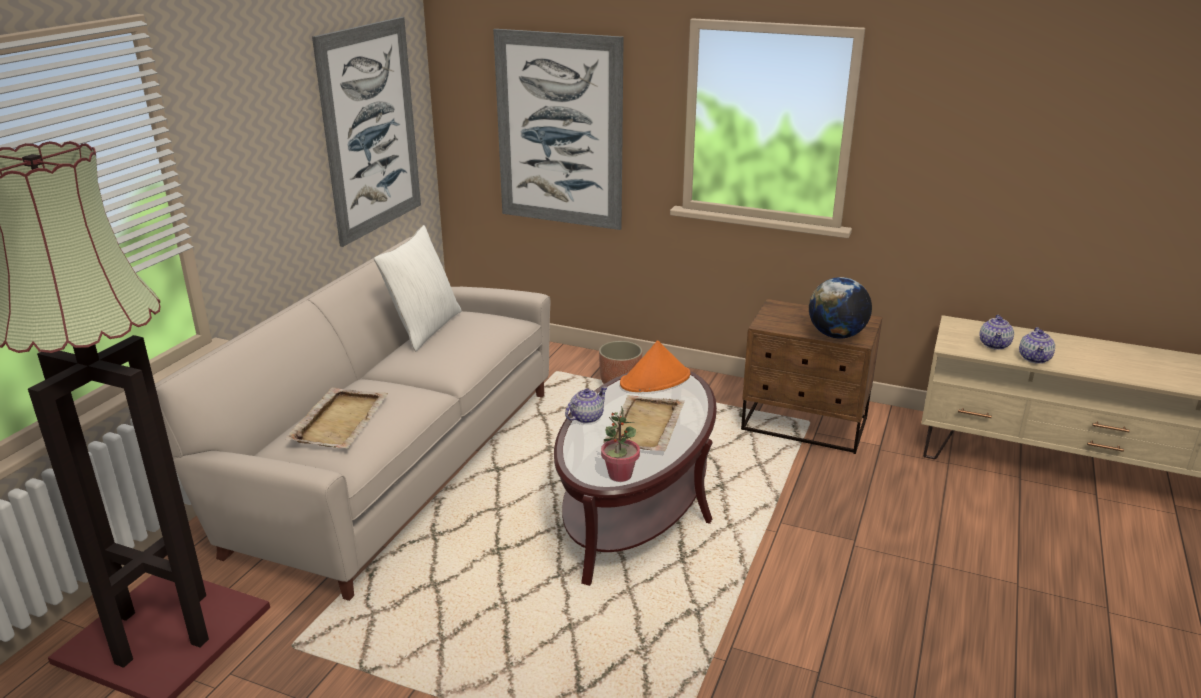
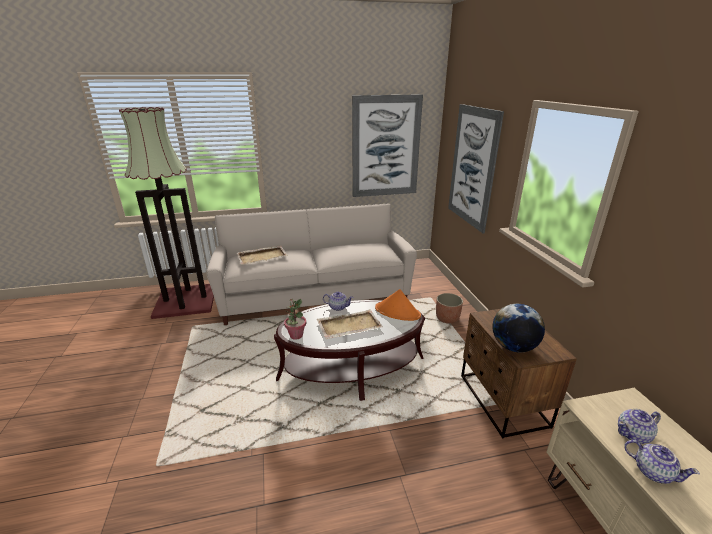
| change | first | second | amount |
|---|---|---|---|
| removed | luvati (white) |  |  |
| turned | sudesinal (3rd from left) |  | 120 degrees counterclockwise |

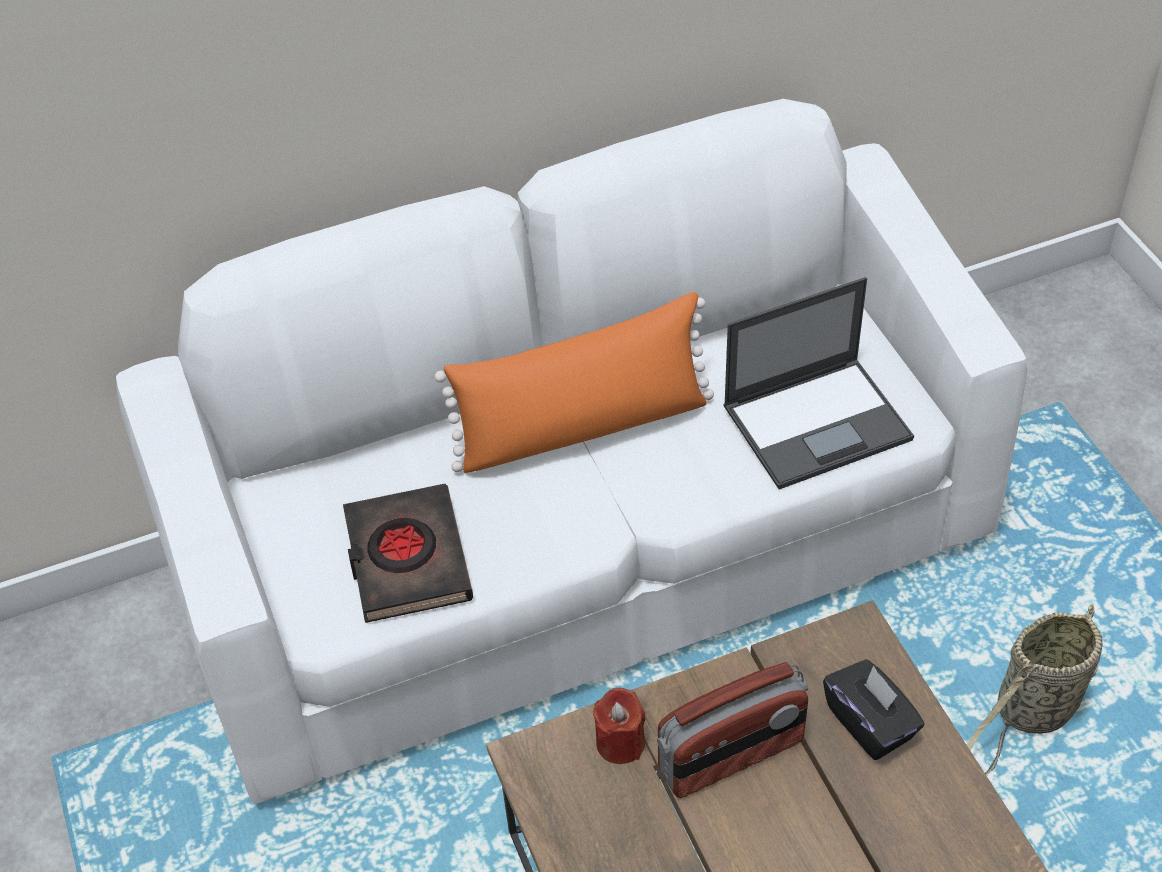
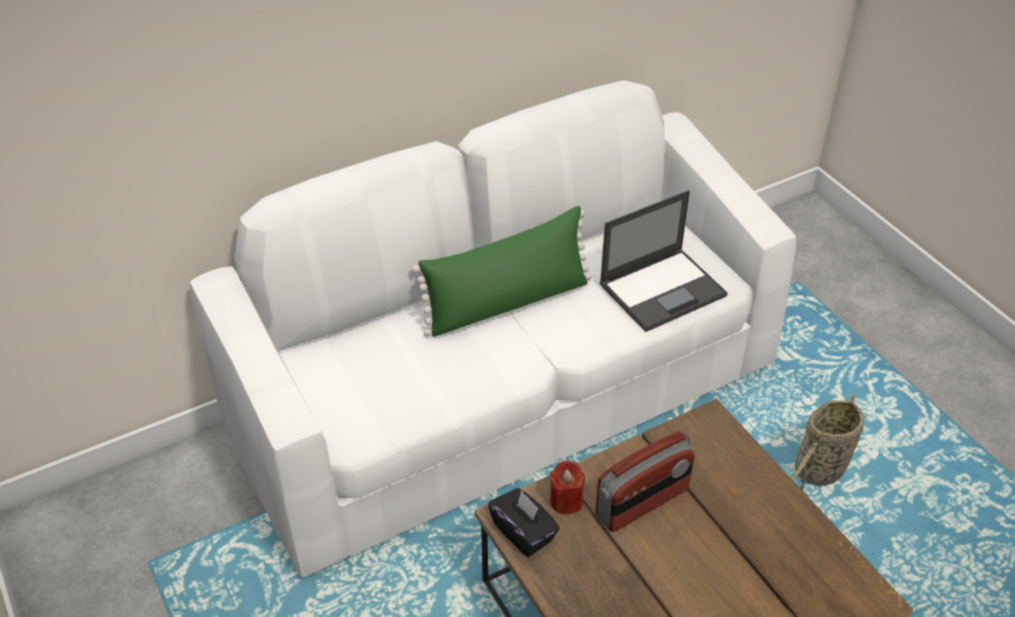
| change | first | second | amount |
|---|---|---|---|
| recoloured | luvati (orange) | luvati (green) |  |
| removed | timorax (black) |  |  |
| moved | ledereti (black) |  |  |

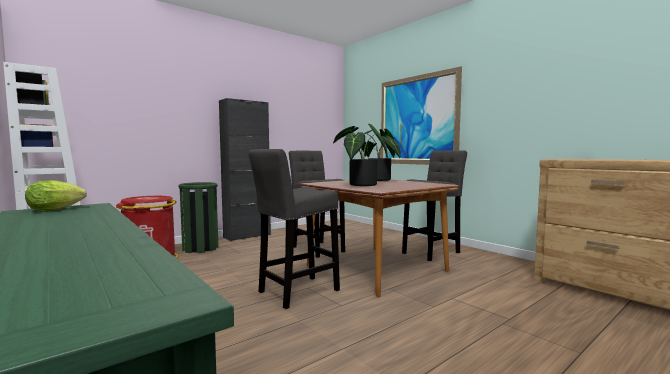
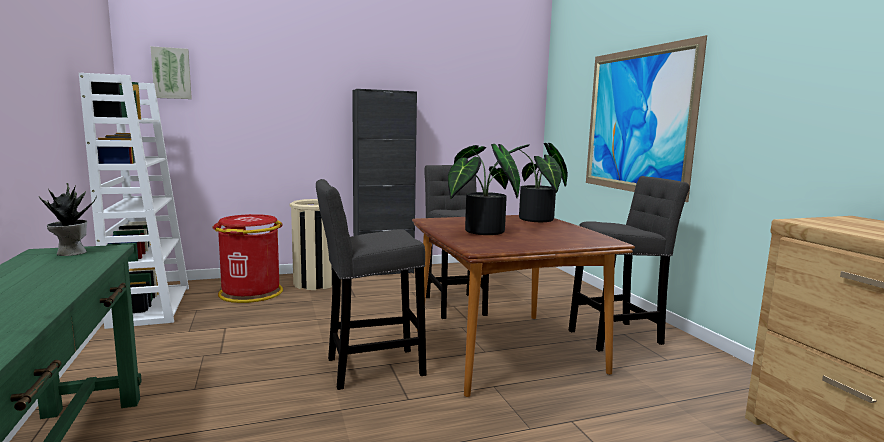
| change | first | second | amount |
|---|---|---|---|
| replaced | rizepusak | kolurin (1st from left) |  |
| recoloured | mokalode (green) | mokalode (beige) |  |
| added |  | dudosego (1st from left) |  |

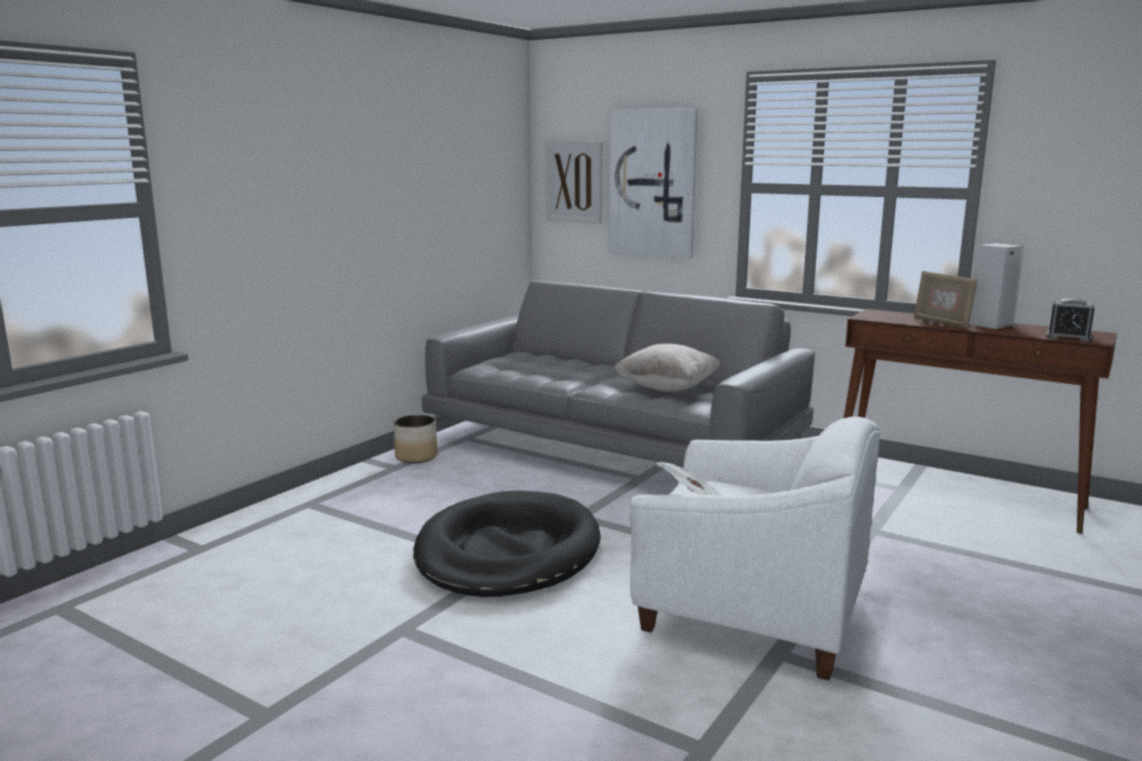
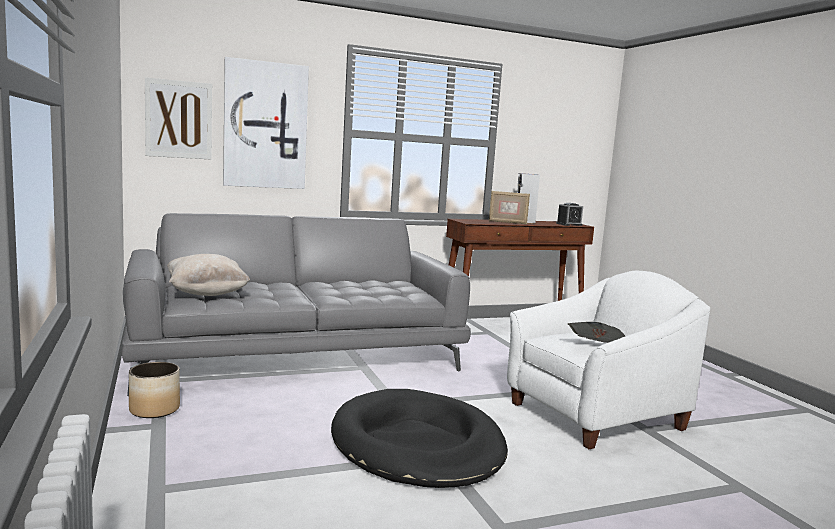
| change | first | second | amount |
|---|---|---|---|
| moved | luvati (beige) |  |  |

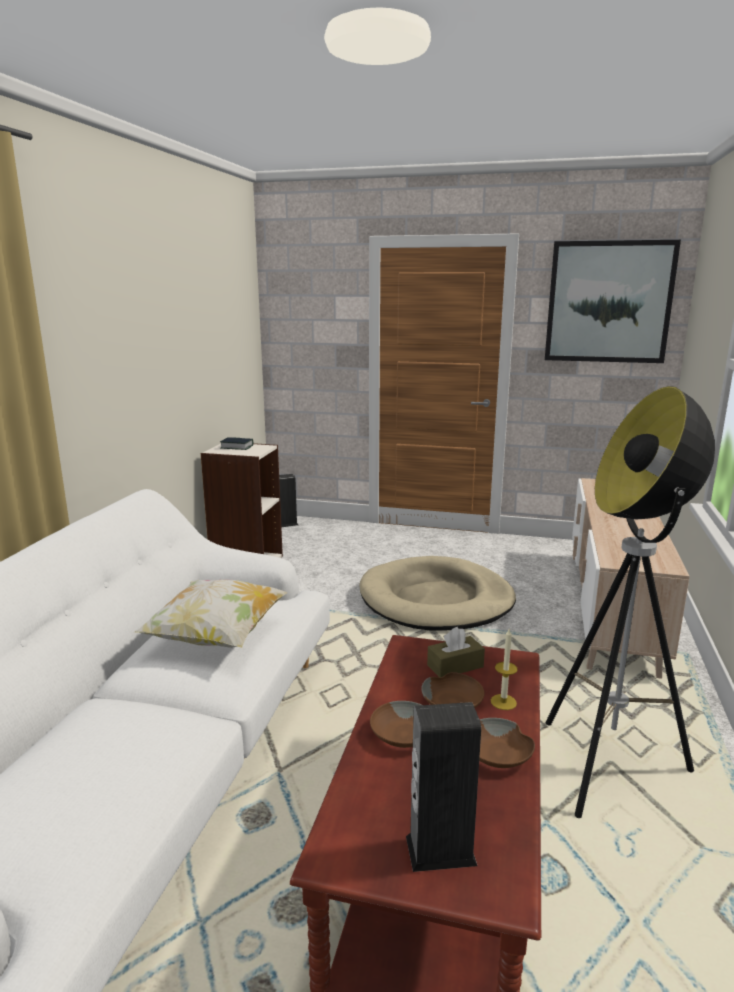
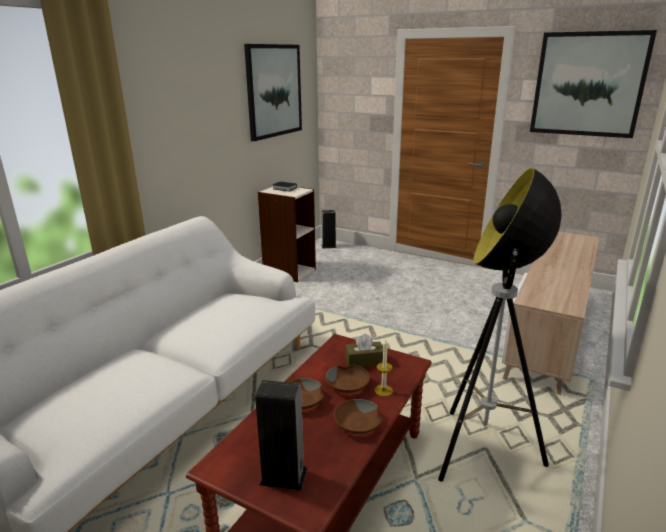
| change | first | second | amount |
|---|---|---|---|
| removed | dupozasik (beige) |  |  |
| removed | luvati |  |  |
| added |  | dudosego (1st from left) |  |

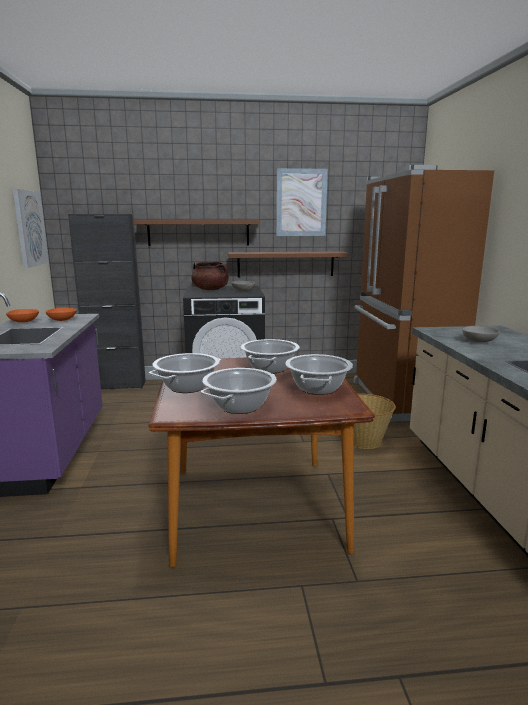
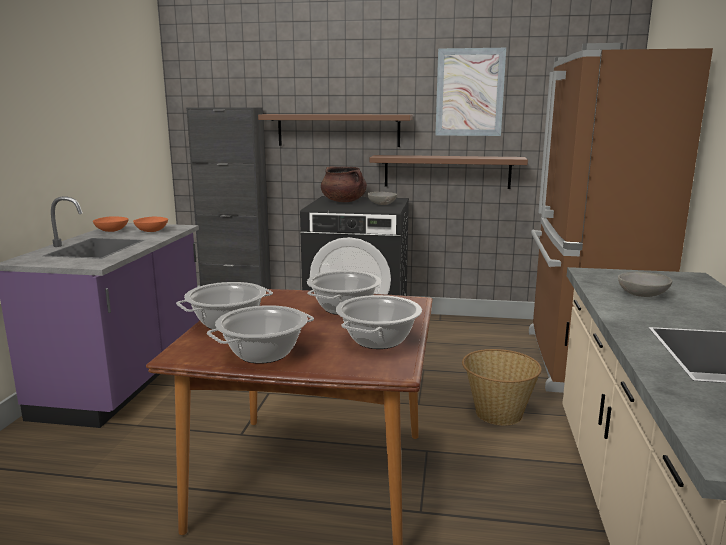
| change | first | second | amount |
|---|---|---|---|
| removed | dudosego (1st from left) |  |  |

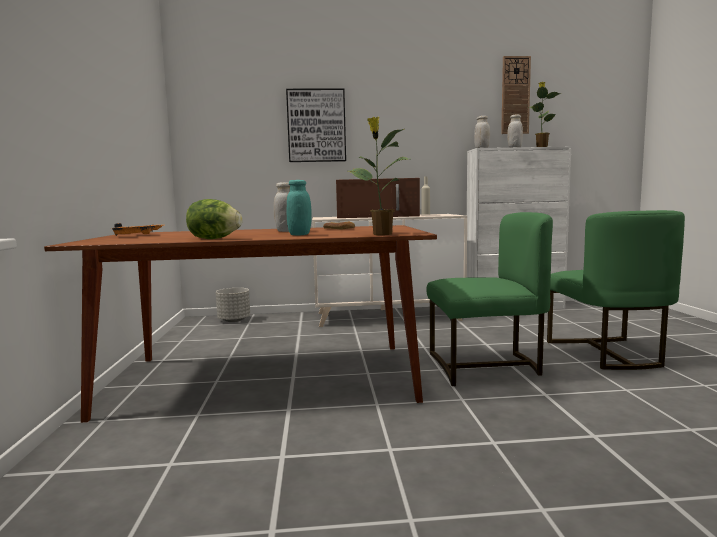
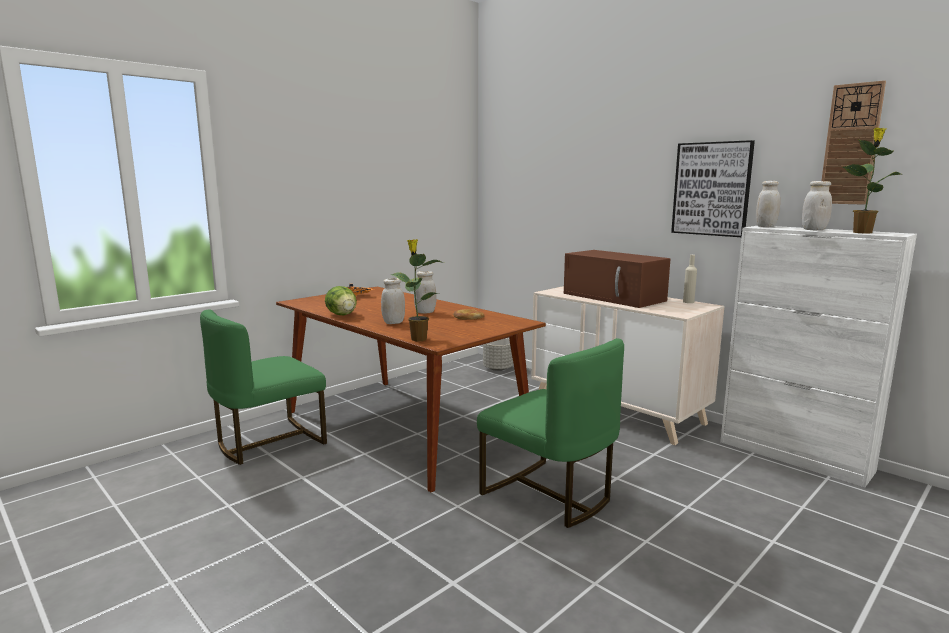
| change | first | second | amount |
|---|---|---|---|
| moved | dudosego |  |  |
| recoloured | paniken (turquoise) | paniken (white) (1st from left) |  |
| moved | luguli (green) (2nd from left in the first image) | luguli (green) (1st from left) |  |

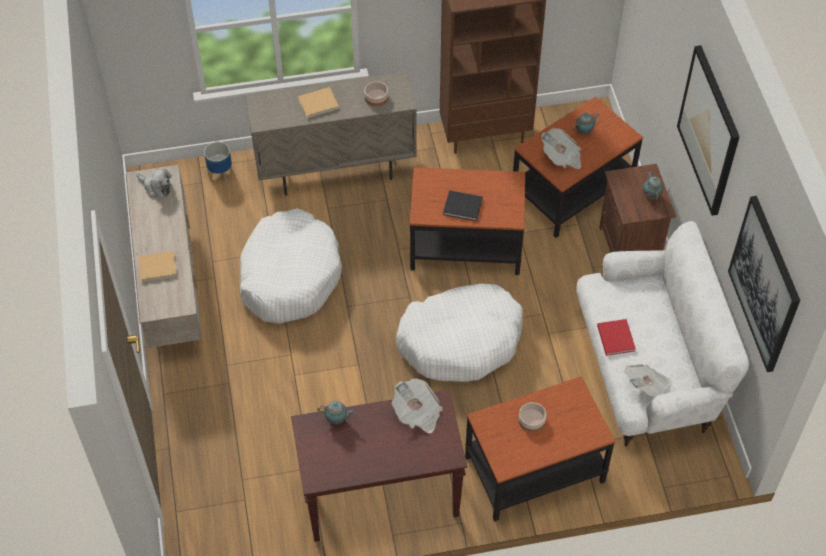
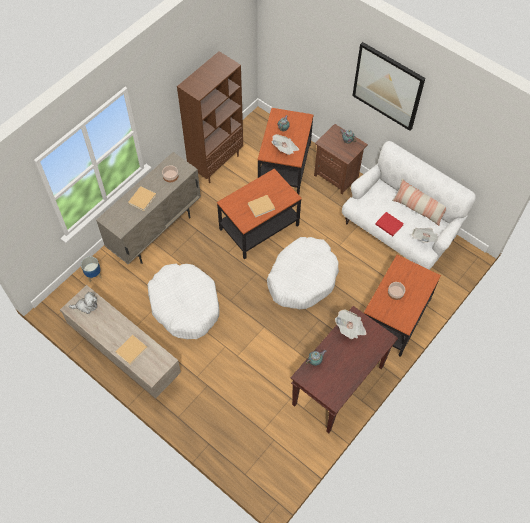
| change | first | second | amount |
|---|---|---|---|
| recoloured | timorax (black) | timorax (beige) (3rd from left) |  |
| removed | dudosego (2nd from left) |  |  |
| added |  | luvati |  |

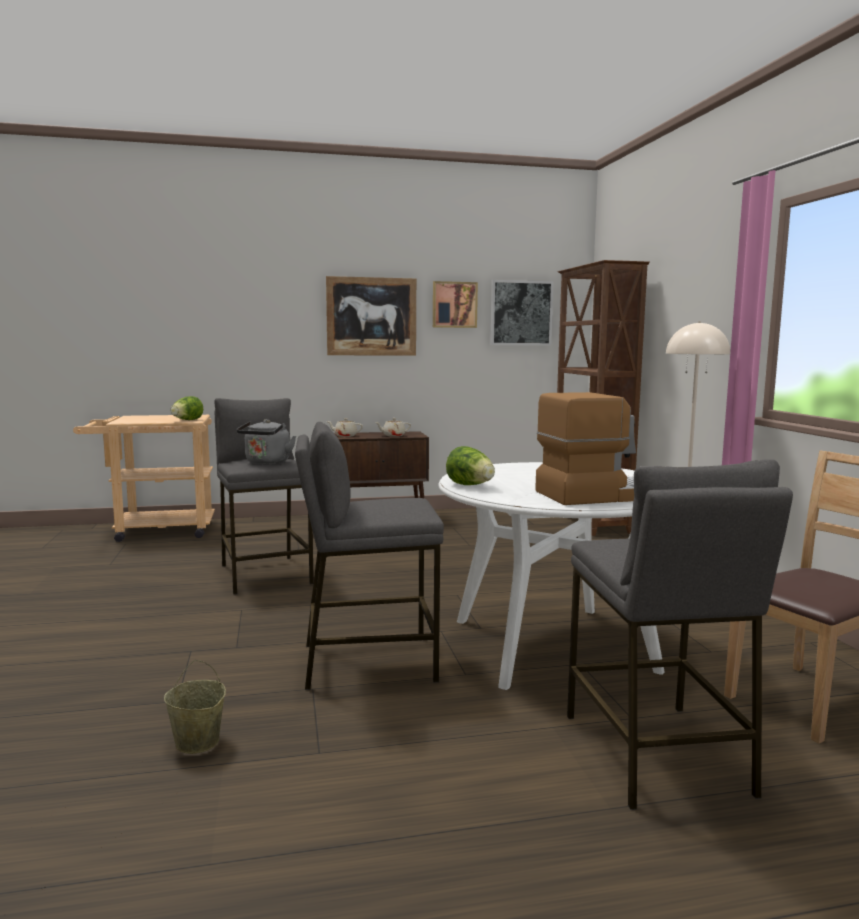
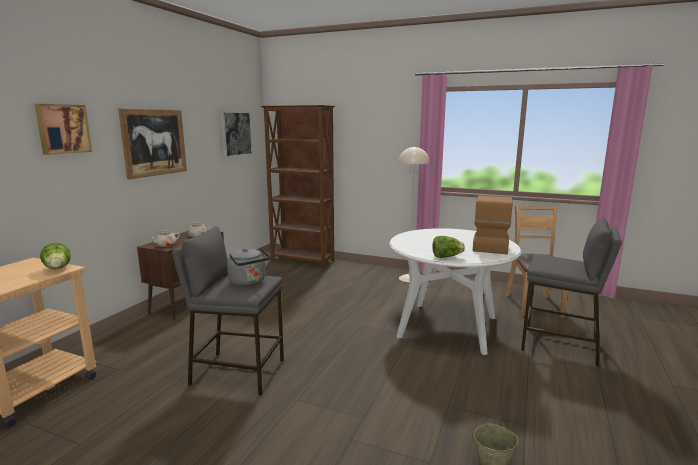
| change | first | second | amount |
|---|---|---|---|
| moved | dudosego (2nd from left in the first image) | dudosego (1st from left) |  |
| removed | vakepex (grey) (2nd from left) |  |  |

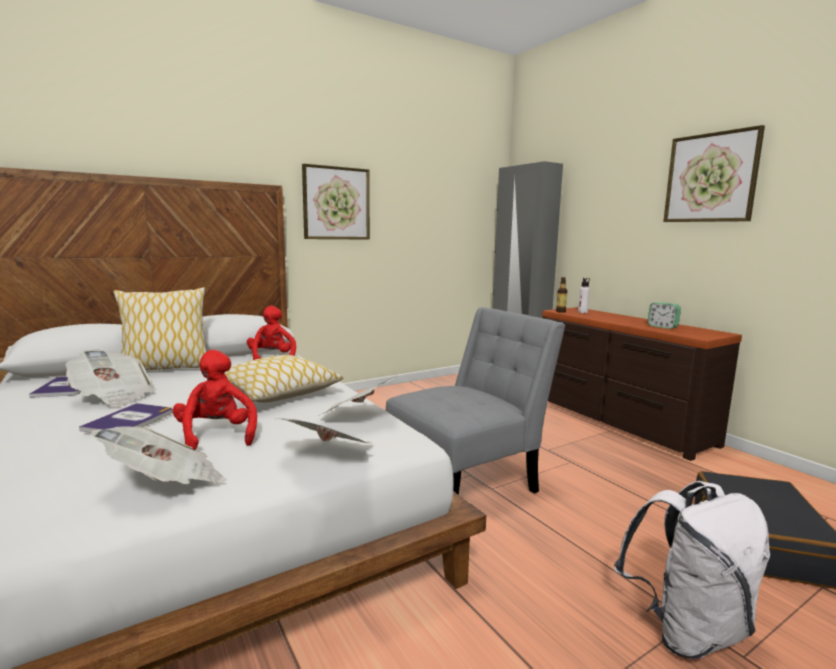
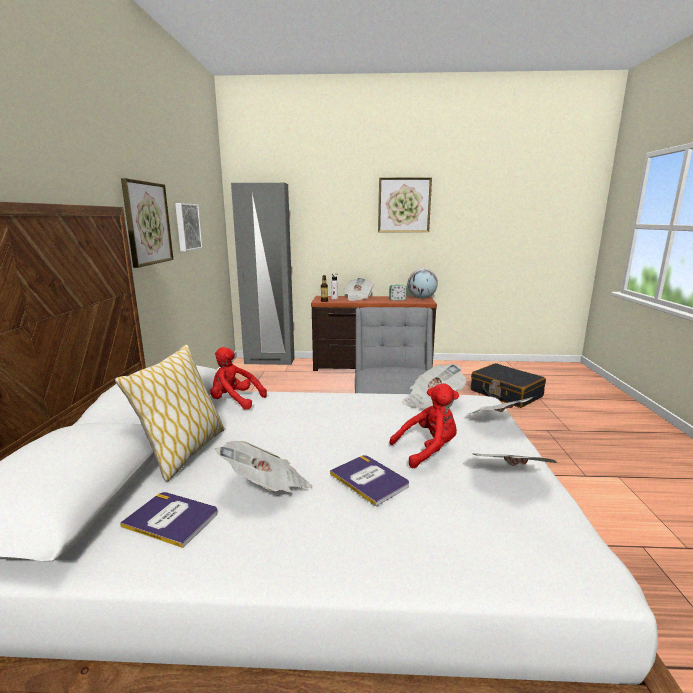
| change | first | second | amount |
|---|---|---|---|
| turned | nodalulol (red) (1st from left in the first image) | nodalulol (red) (2nd from left) | 150 degrees clockwise |
| removed | luvati (2nd from left) |  |  |
| removed | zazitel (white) |  |  |
| added |  | dudosego (2nd from left) |  |
| added |  | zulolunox |  |
| added |  | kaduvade (2nd from left) |  |

